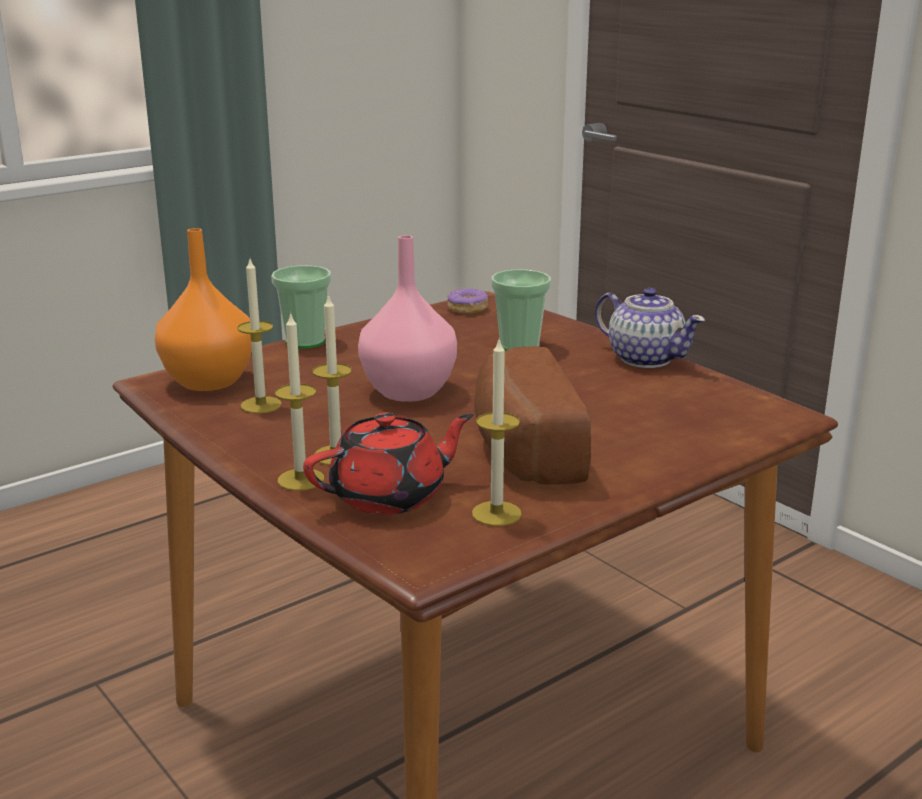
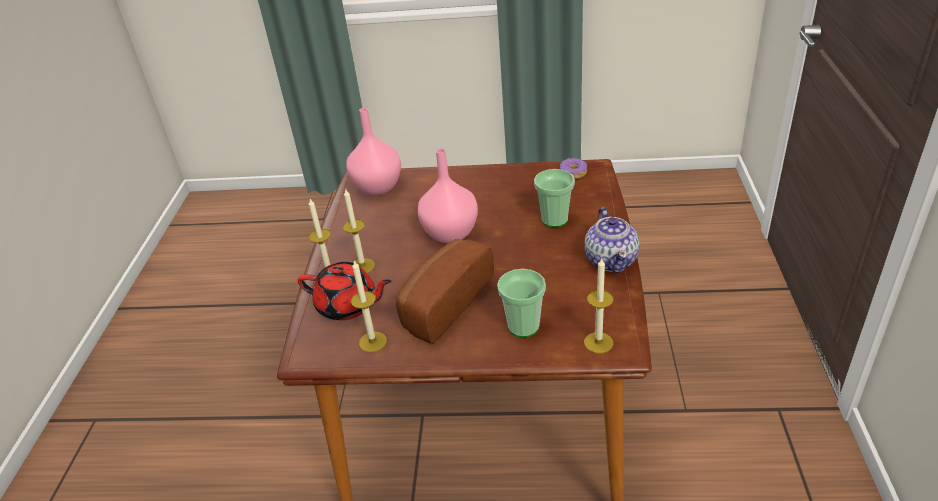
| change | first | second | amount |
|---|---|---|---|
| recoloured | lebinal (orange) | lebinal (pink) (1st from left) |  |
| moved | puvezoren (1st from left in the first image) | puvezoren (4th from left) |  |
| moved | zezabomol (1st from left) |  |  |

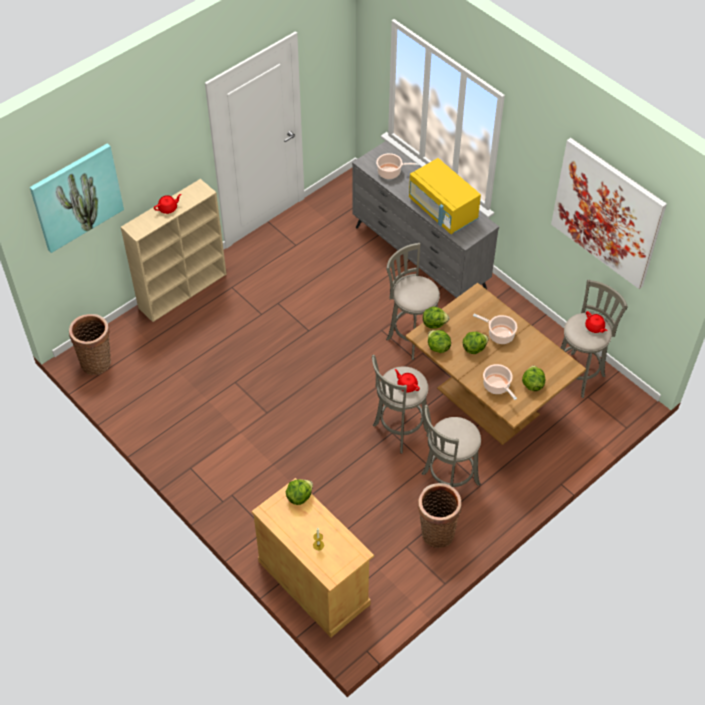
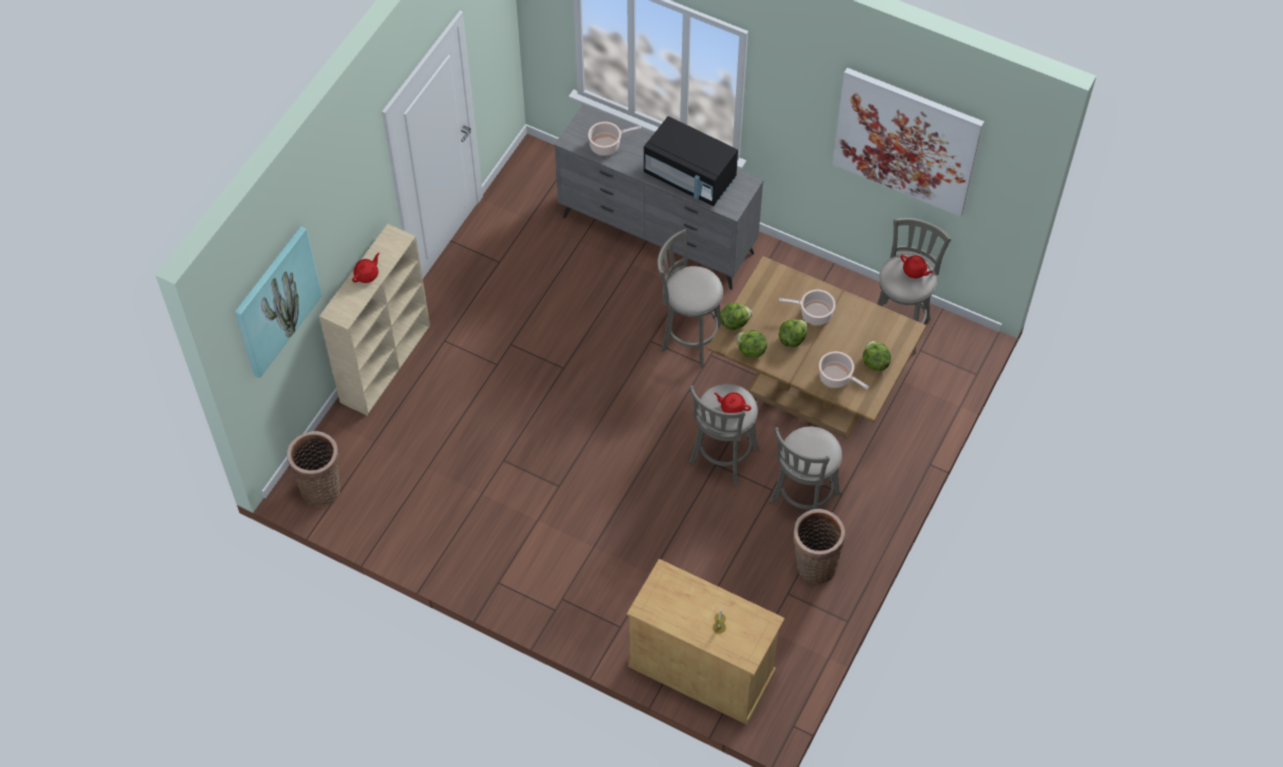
| change | first | second | amount |
|---|---|---|---|
| recoloured | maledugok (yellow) | maledugok (black) |  |
| removed | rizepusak (1st from left) |  |  |

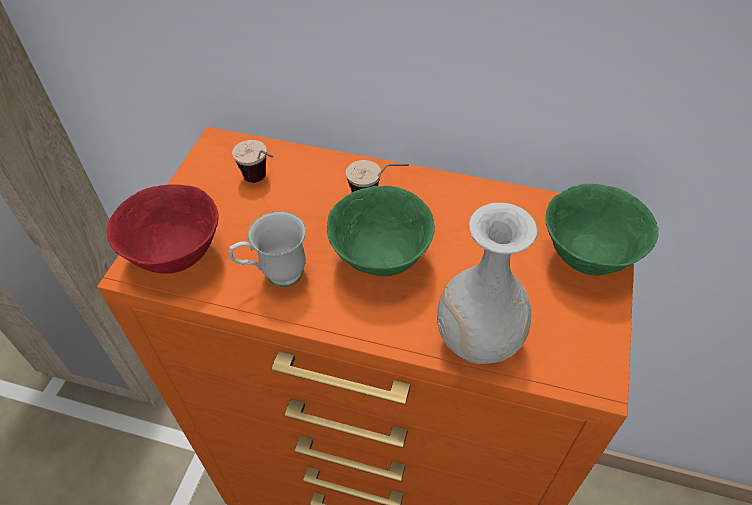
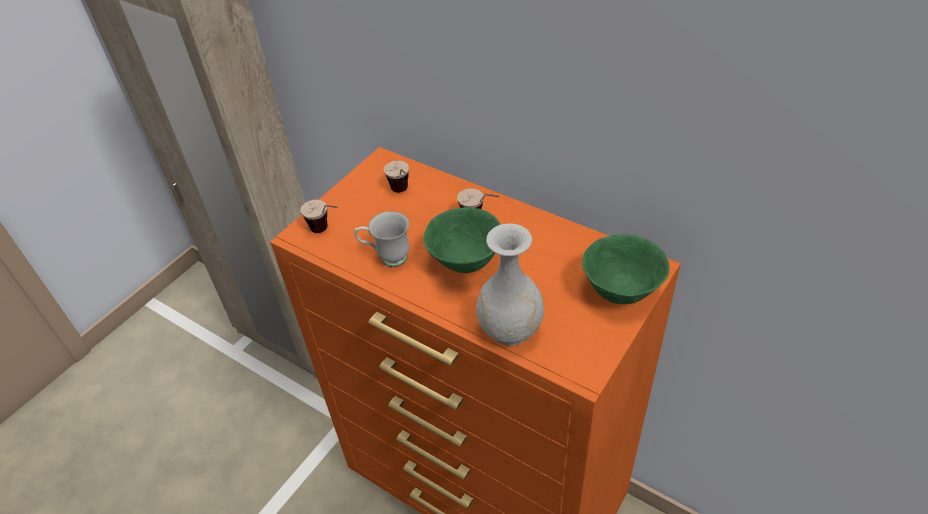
| change | first | second | amount |
|---|---|---|---|
| replaced | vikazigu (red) | zezabomol (1st from left) |  |

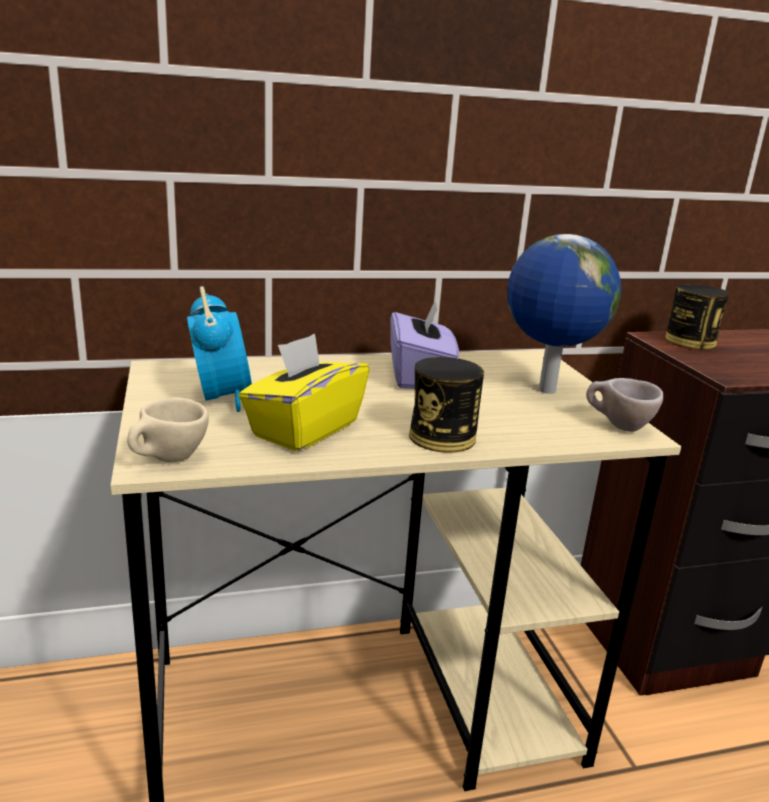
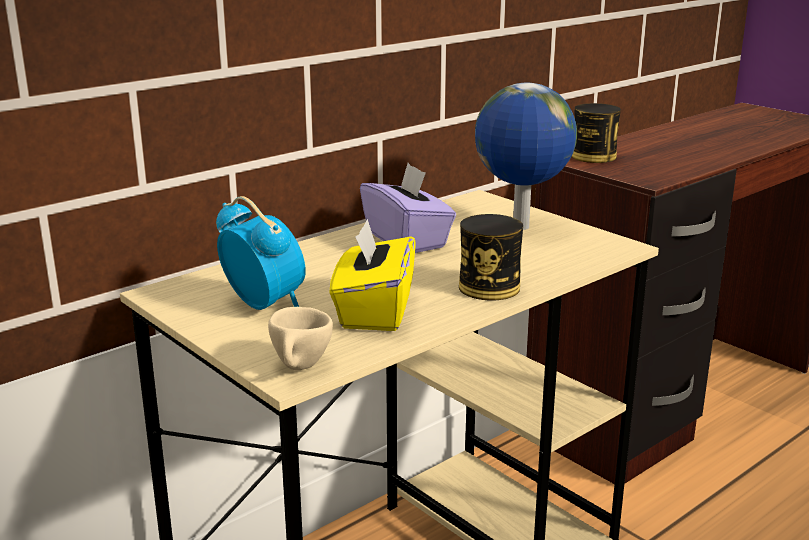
| change | first | second | amount |
|---|---|---|---|
| removed | zezabomol (beige) (2nd from left) |  |  |

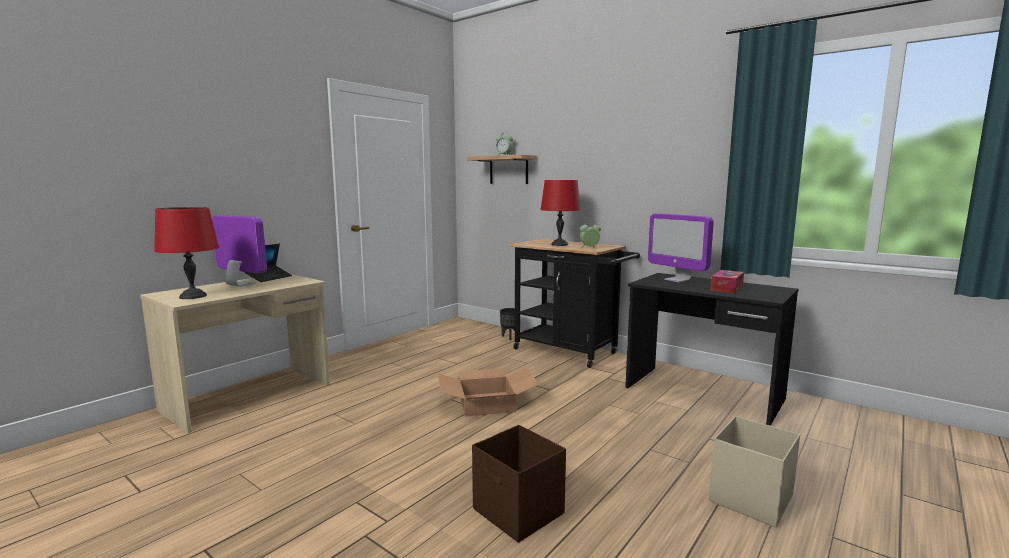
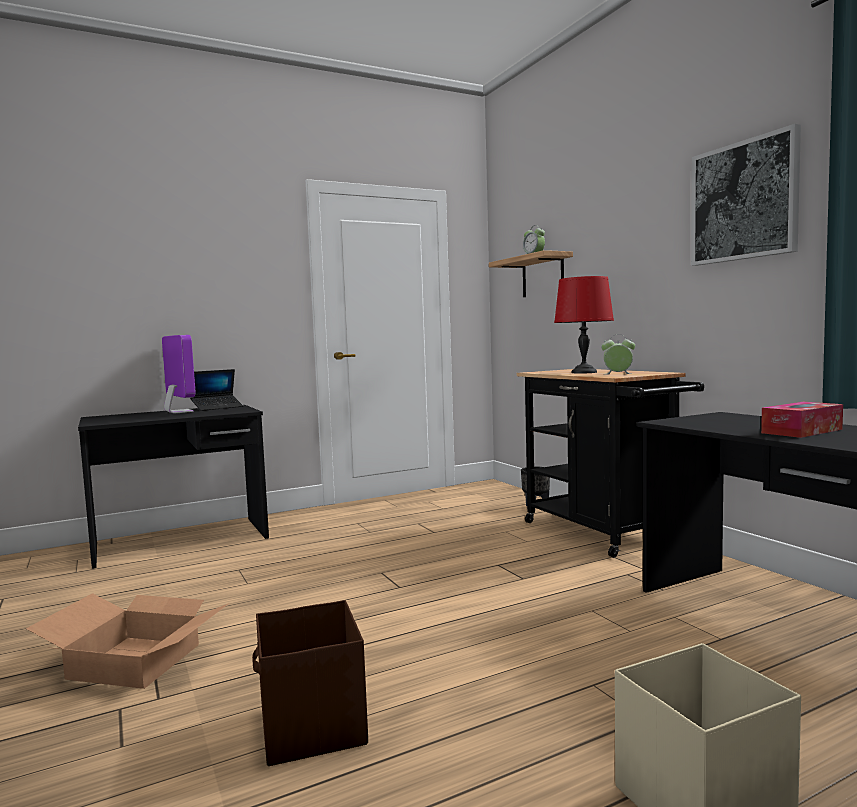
| change | first | second | amount |
|---|---|---|---|
| removed | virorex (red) (1st from left) |  |  |
| removed | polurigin (2nd from left) |  |  |
| recoloured | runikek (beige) | runikek (black) (1st from left) |  |
| moved | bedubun |  |  |
| added |  | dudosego |  |

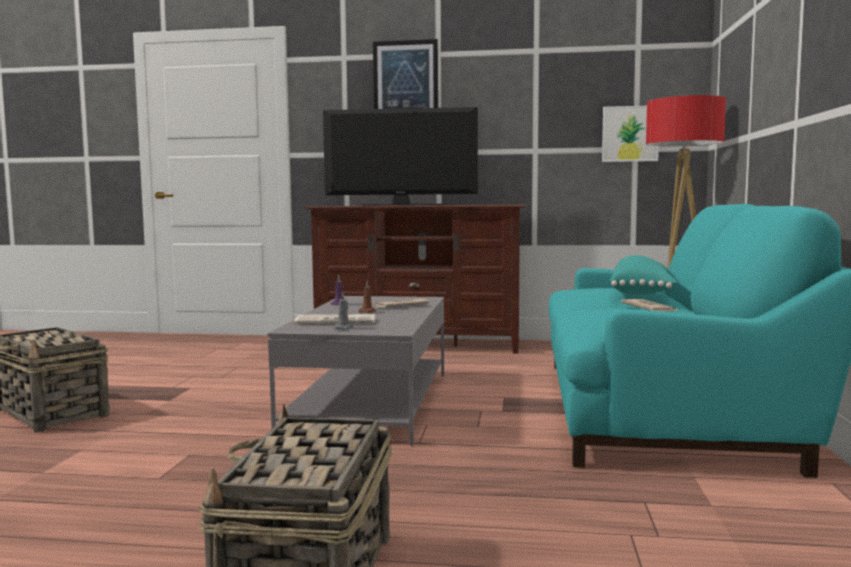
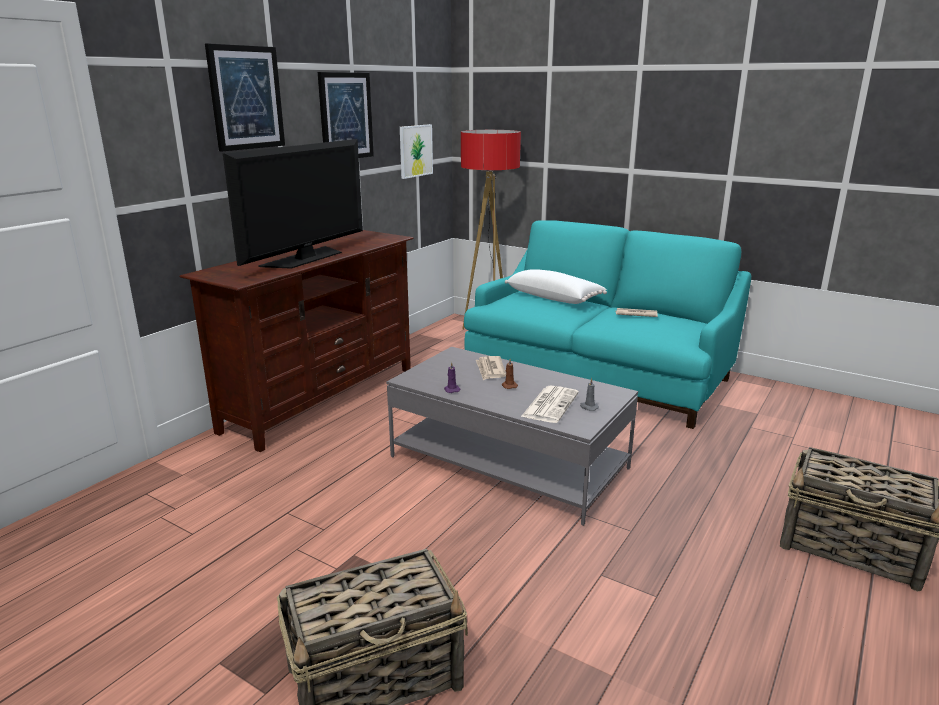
| change | first | second | amount |
|---|---|---|---|
| recoloured | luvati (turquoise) | luvati (white) |  |
| added |  | dudosego (2nd from left) |  |

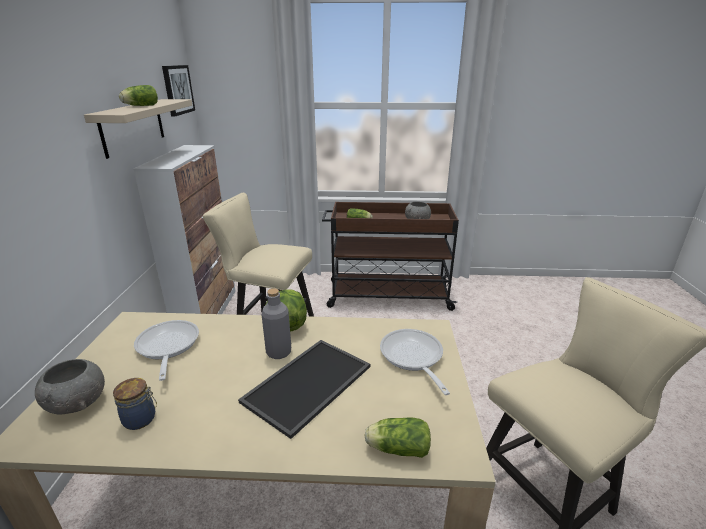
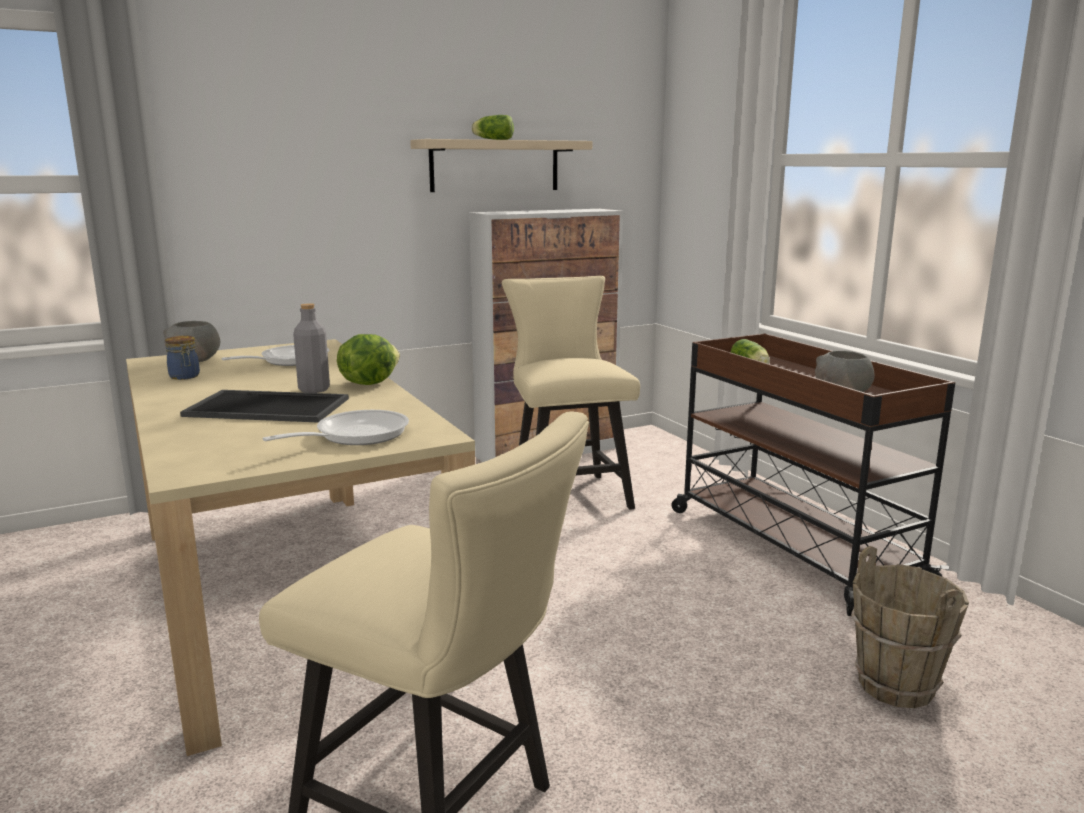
| change | first | second | amount |
|---|---|---|---|
| removed | dudosego |  |  |
| removed | rizepusak (4th from left) |  |  |
| added |  | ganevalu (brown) |  |

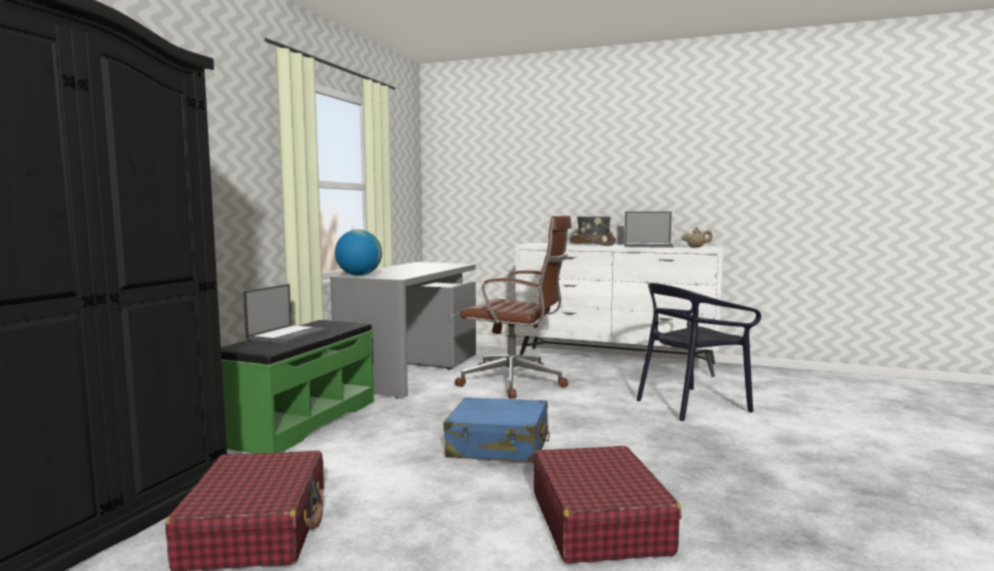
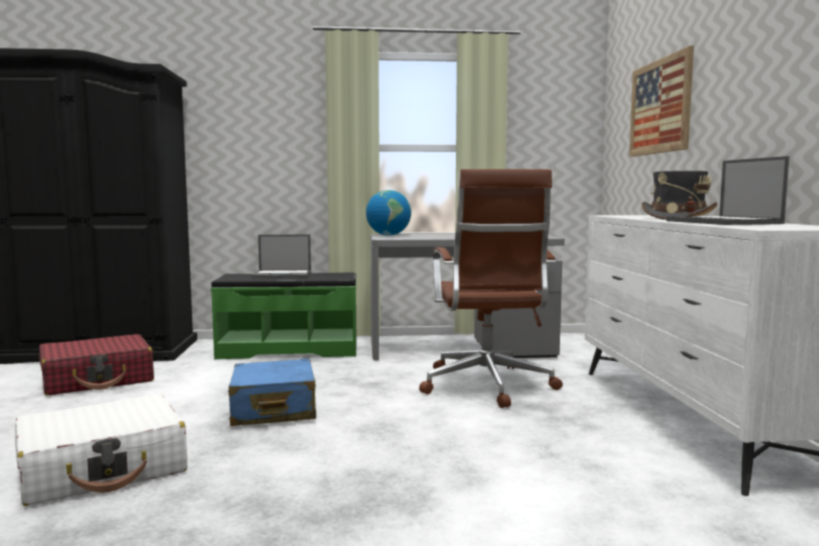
| change | first | second | amount |
|---|---|---|---|
| removed | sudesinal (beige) |  |  |
| removed | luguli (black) |  |  |
| recoloured | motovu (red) (2nd from left) | motovu (white) |  |
| added |  | dudosego |  |

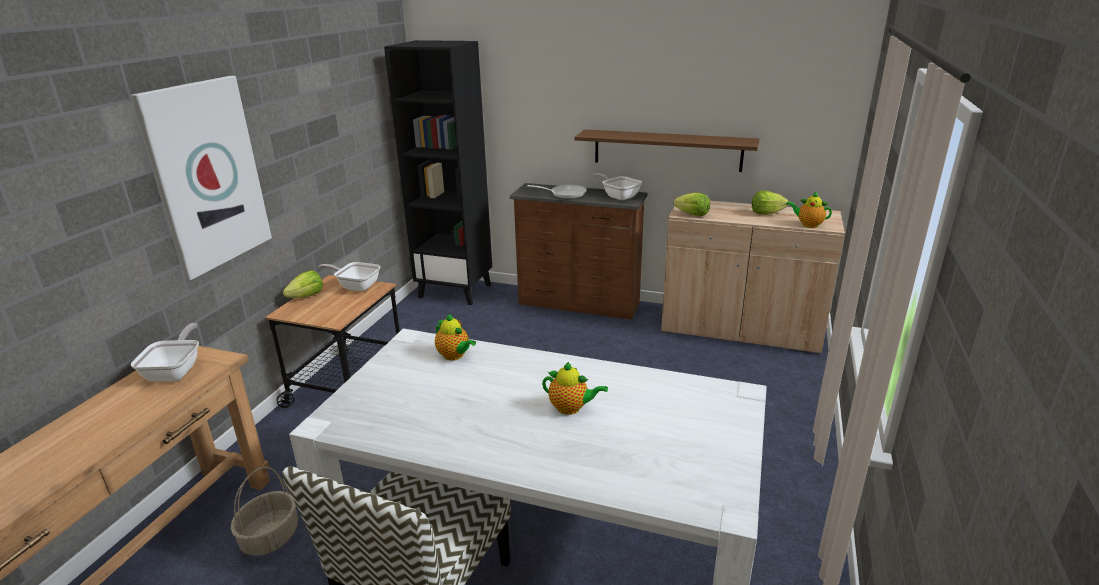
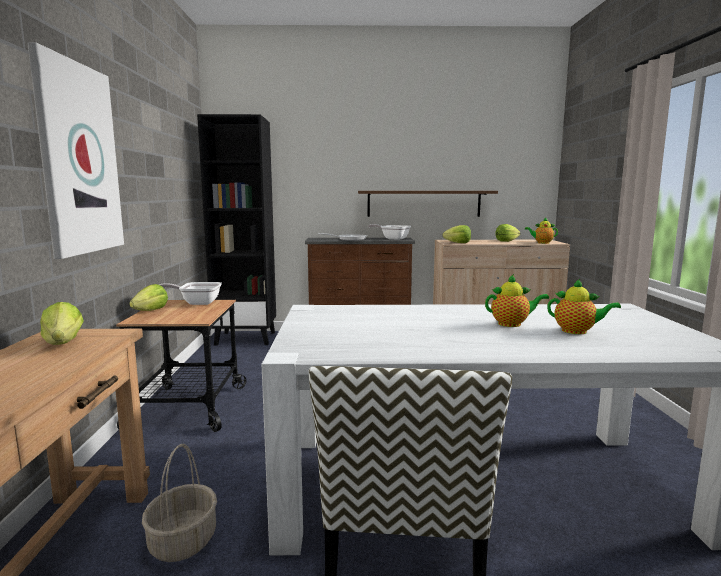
| change | first | second | amount |
|---|---|---|---|
| moved | sudesinal (1st from left in the first image) | sudesinal (3rd from left) |  |
| replaced | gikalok (1st from left) | rizepusak (1st from left) |  |

